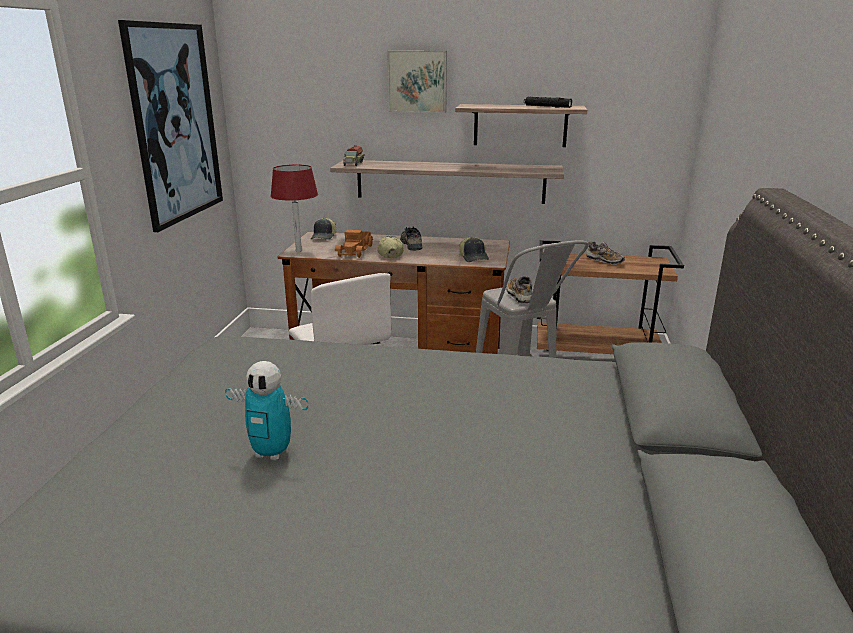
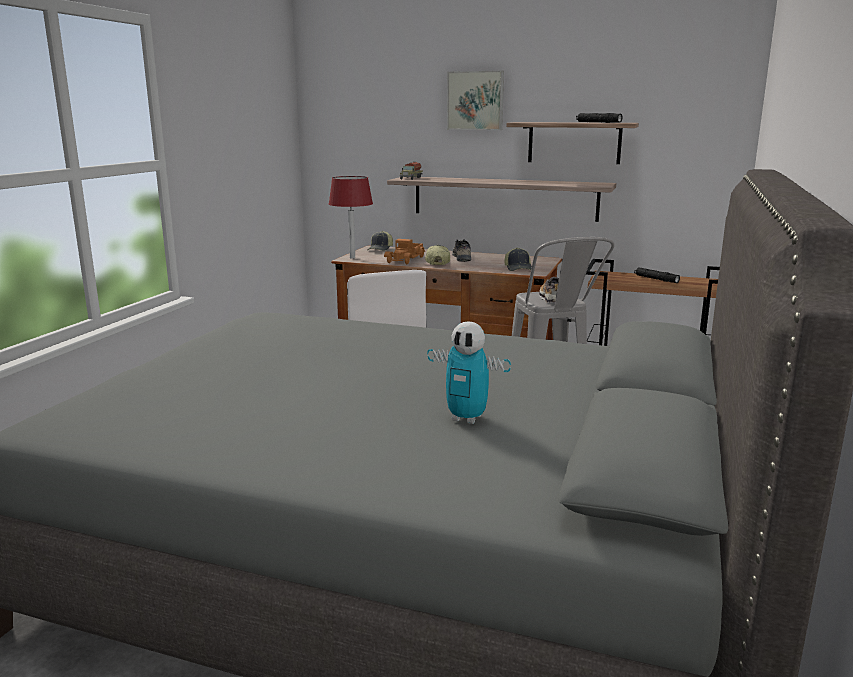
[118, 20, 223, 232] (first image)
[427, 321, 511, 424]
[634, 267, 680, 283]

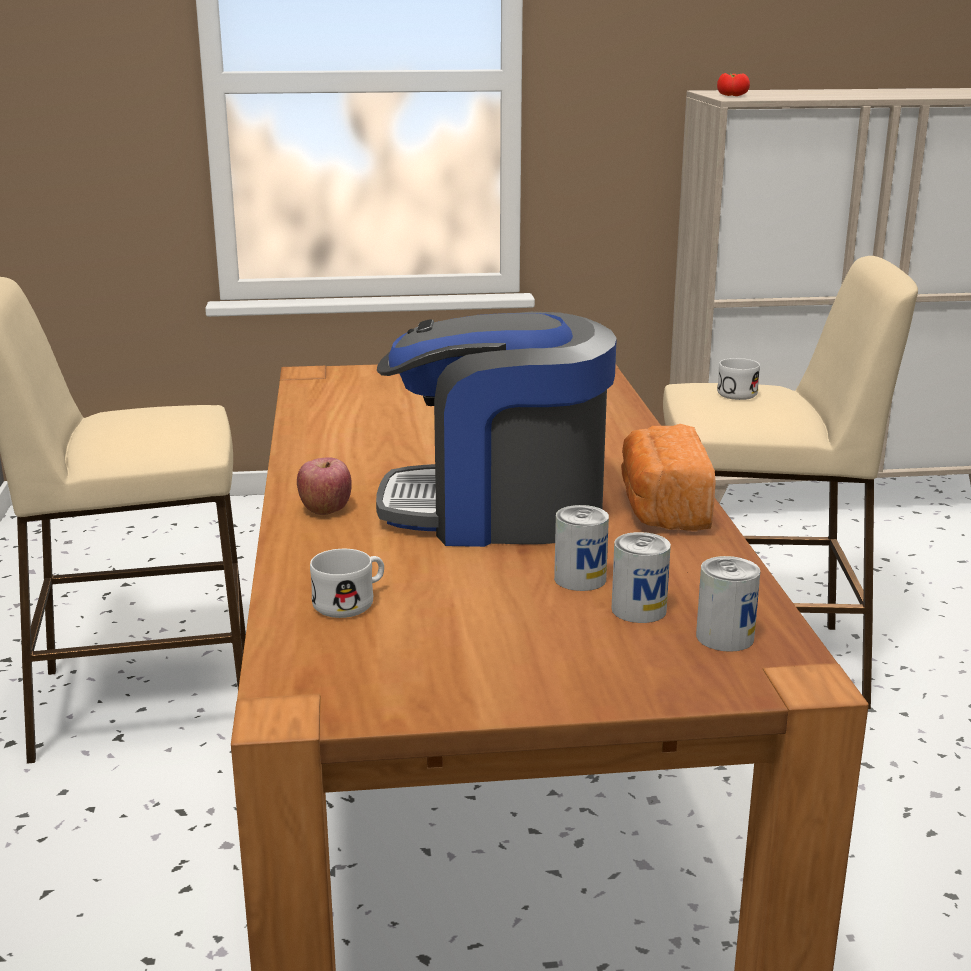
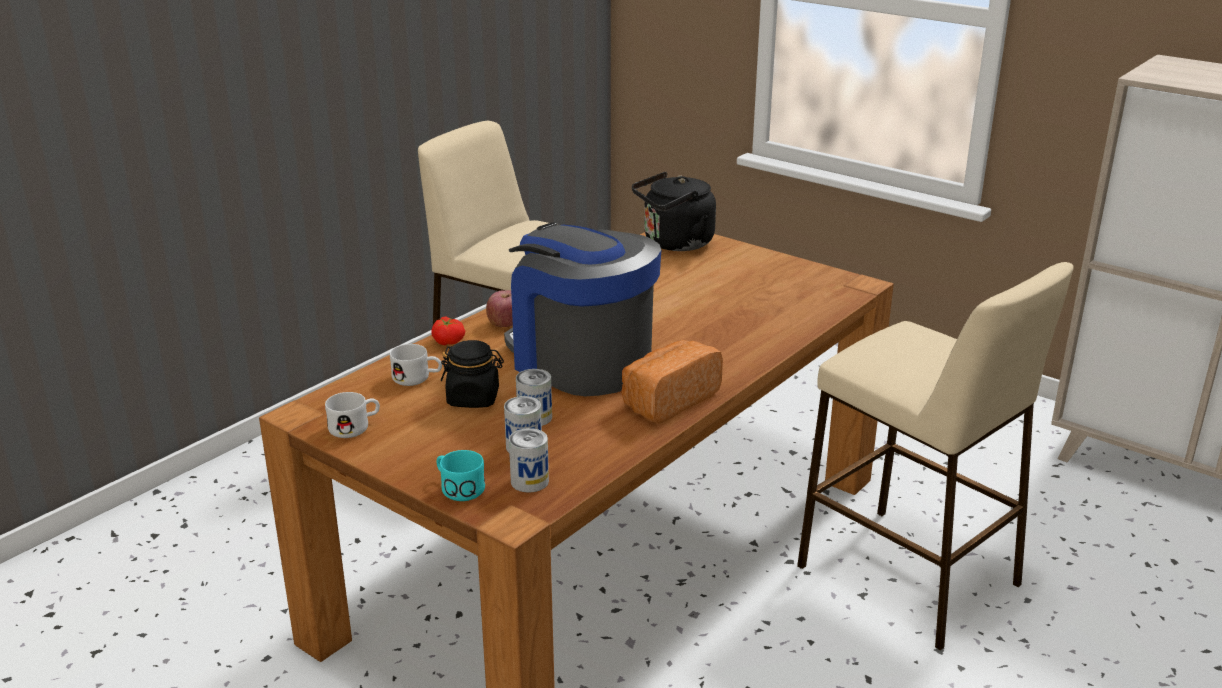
[431, 317, 465, 345]
[325, 392, 380, 438]
[436, 450, 485, 501]
[441, 340, 504, 408]
[632, 172, 716, 251]

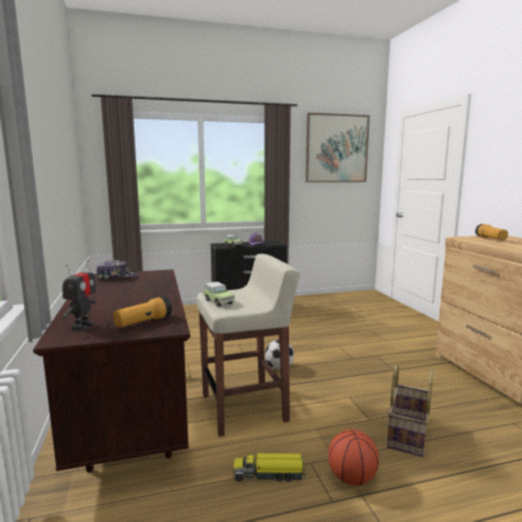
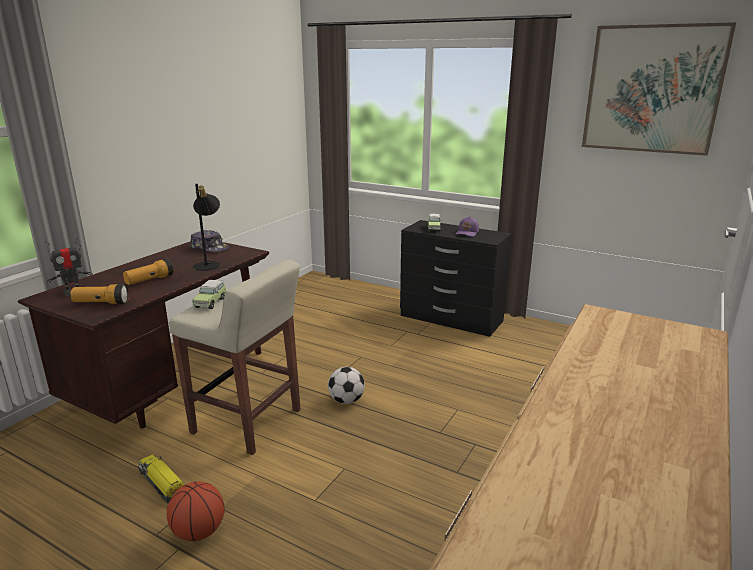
[387, 364, 433, 457] (first image)
[123, 259, 174, 285]
[193, 184, 220, 271]

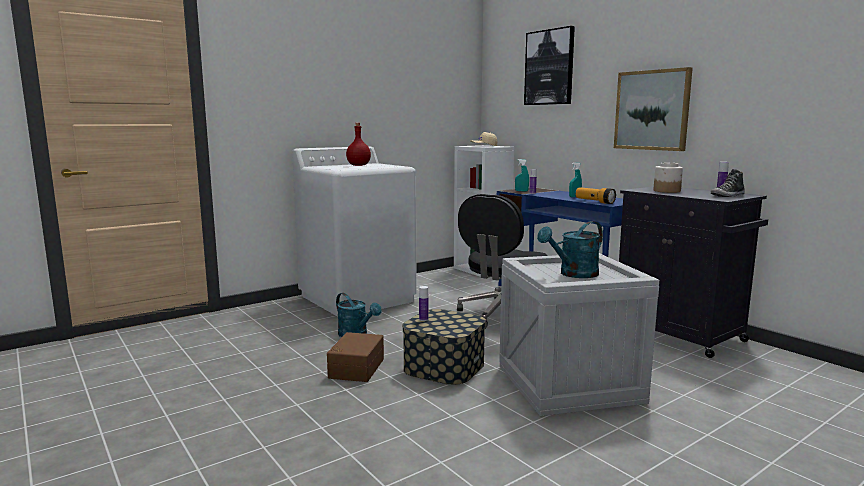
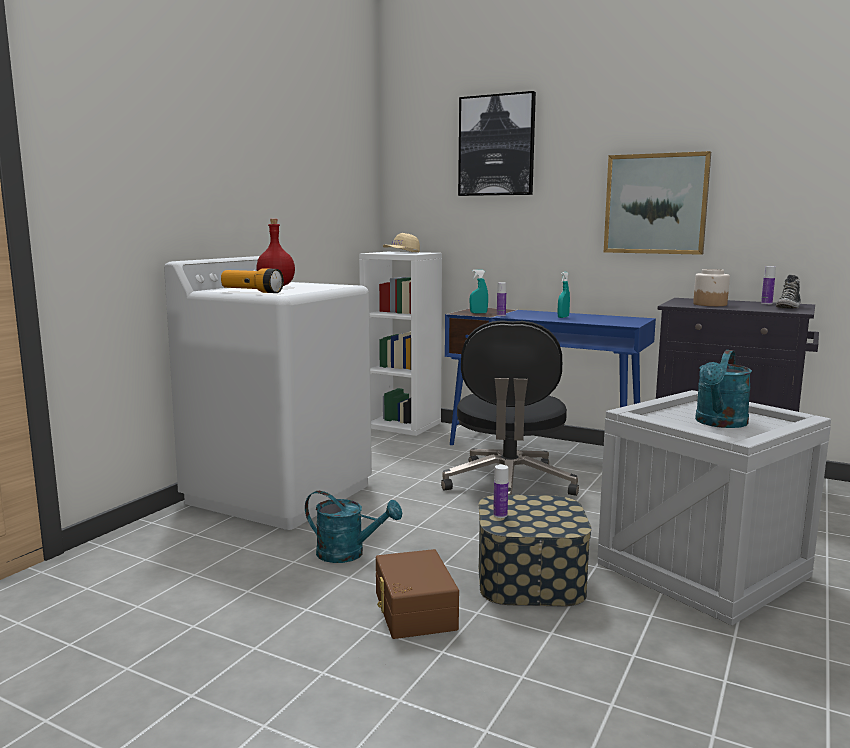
[221, 268, 284, 293]

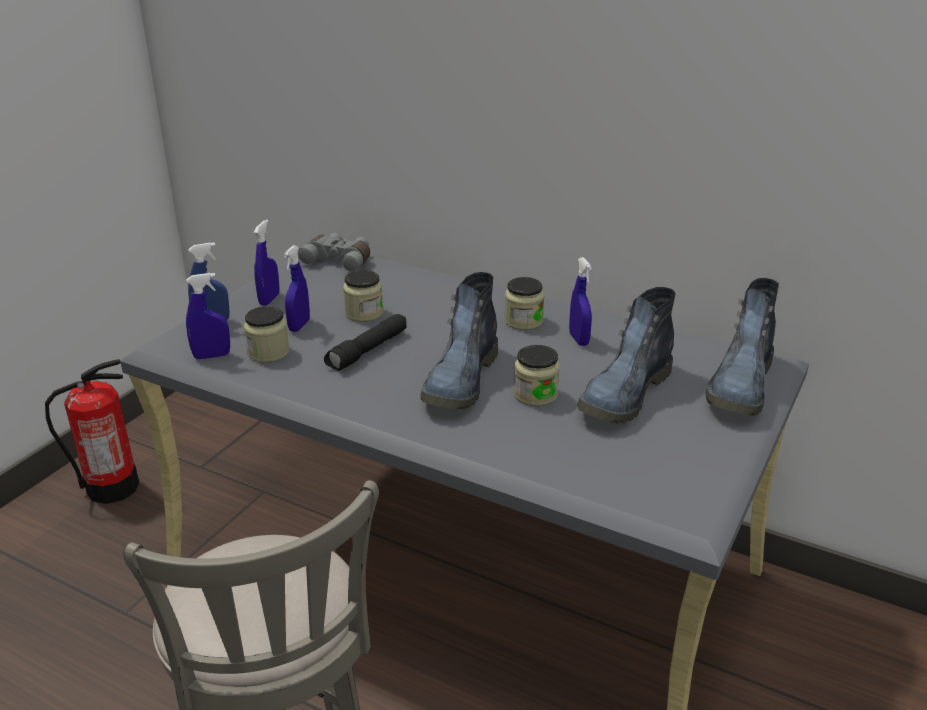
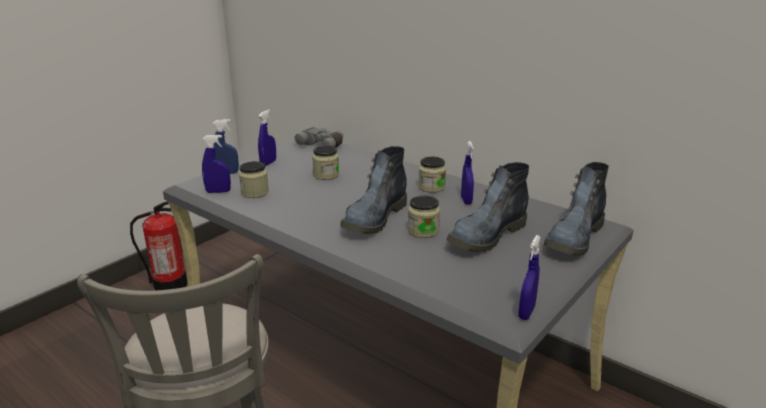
[518, 235, 541, 320]
[324, 314, 407, 371] (first image)

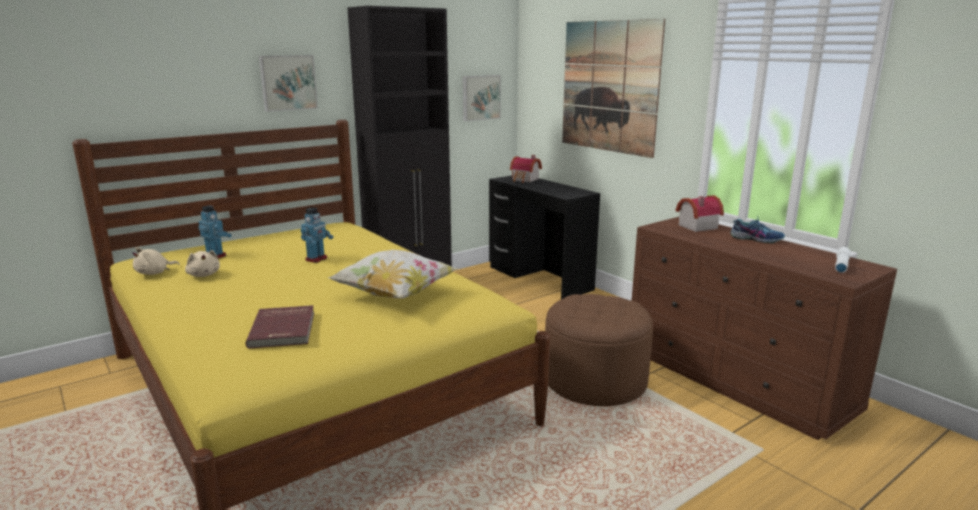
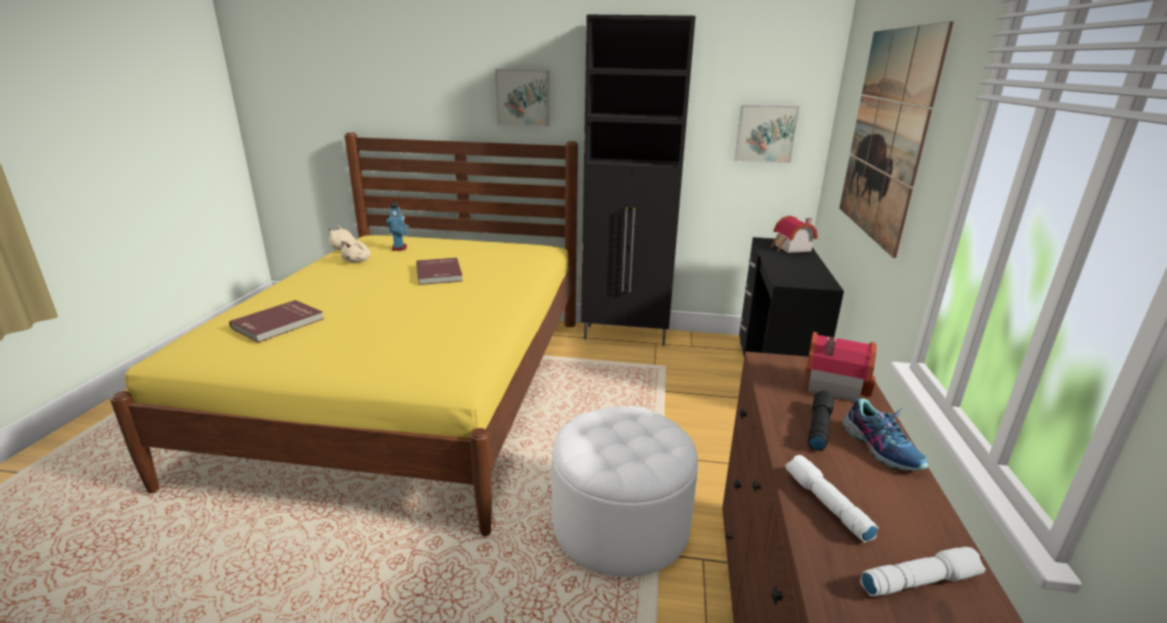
[416, 258, 463, 285]
[328, 250, 458, 299] (first image)
[552, 406, 698, 577]
[785, 455, 878, 542]
[808, 391, 834, 451]

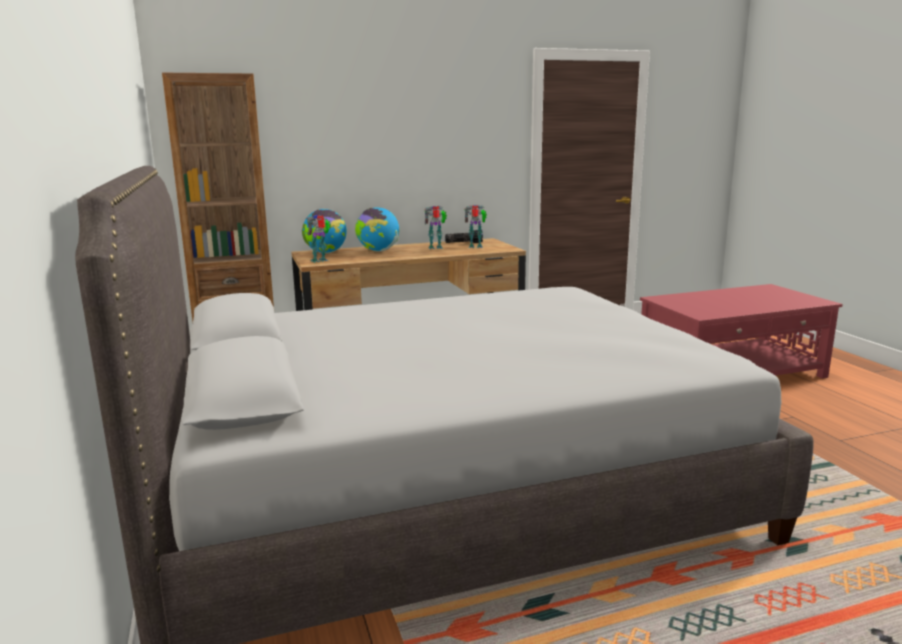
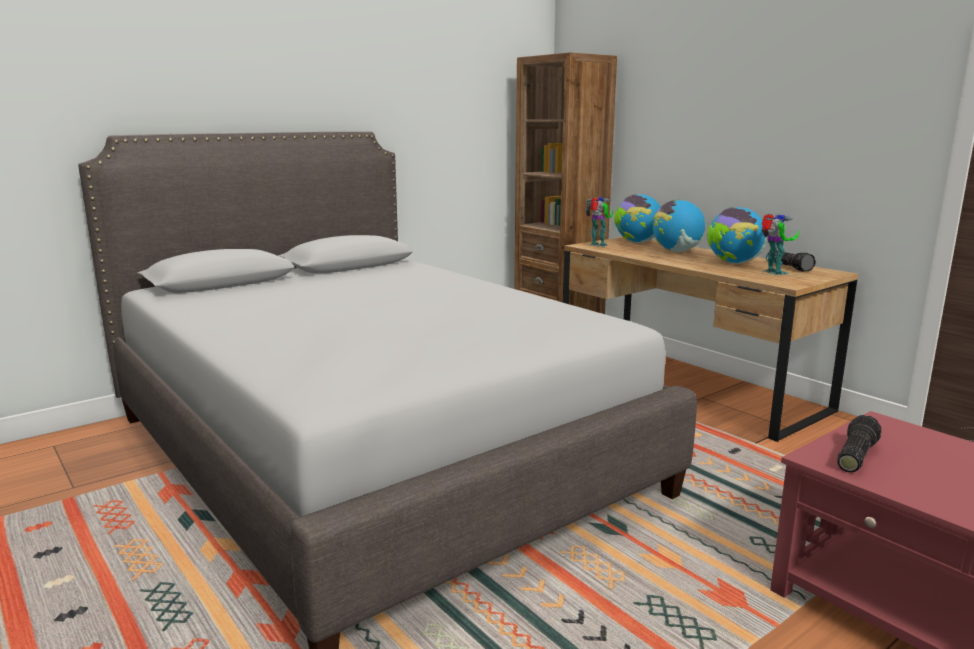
[707, 207, 767, 264]
[837, 415, 881, 473]

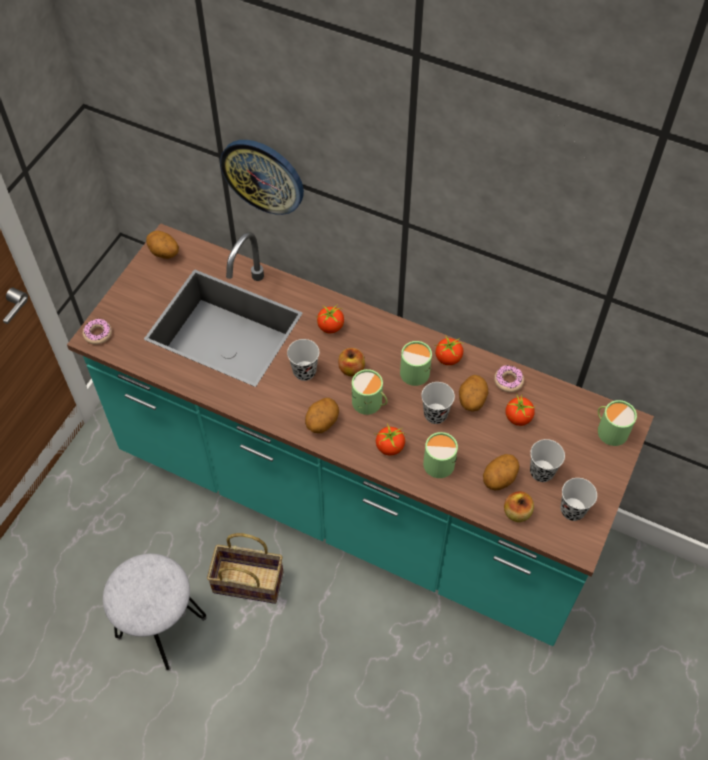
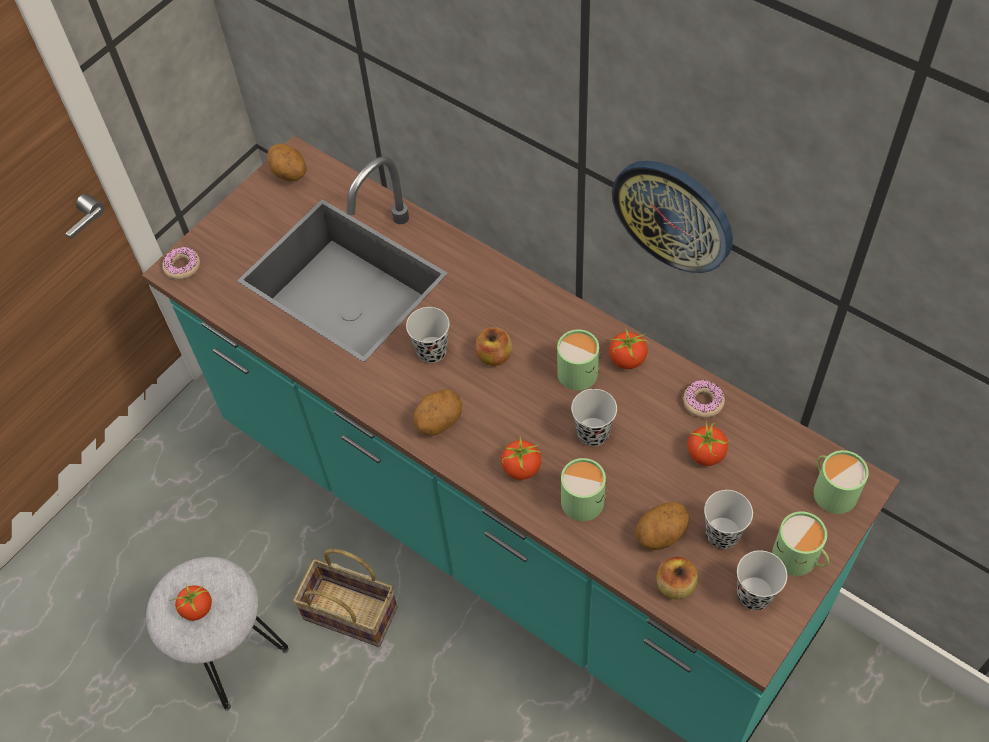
[612, 161, 733, 273]
[169, 583, 212, 621]
[772, 511, 829, 576]
[459, 375, 488, 412] (first image)

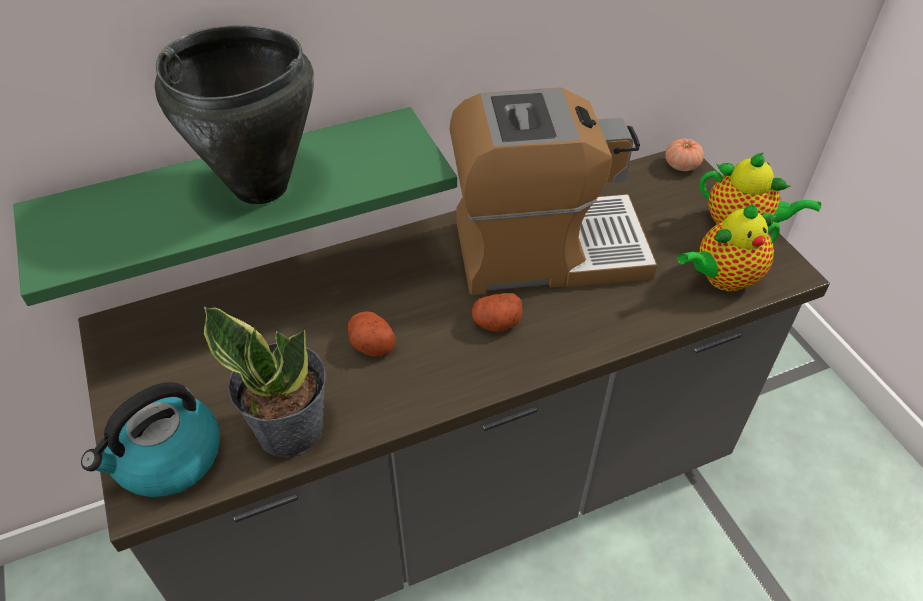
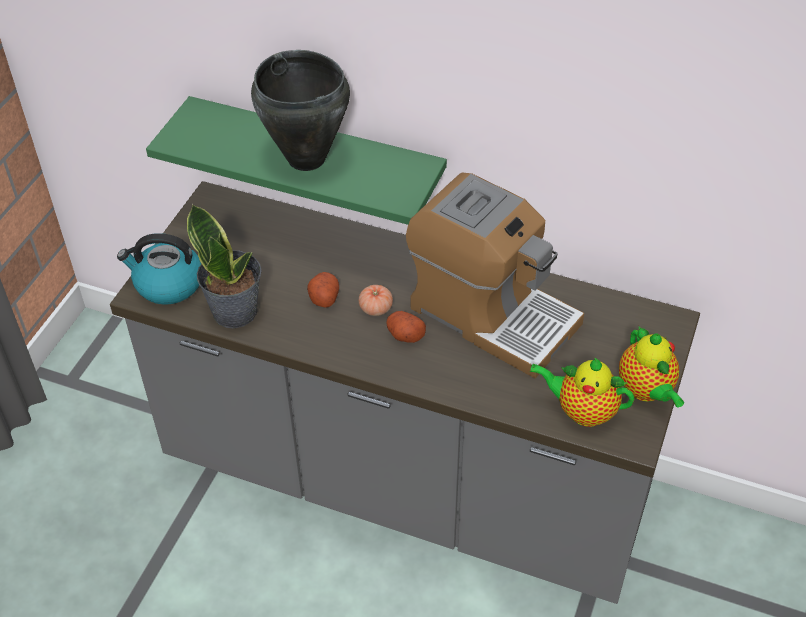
[359, 285, 393, 316]

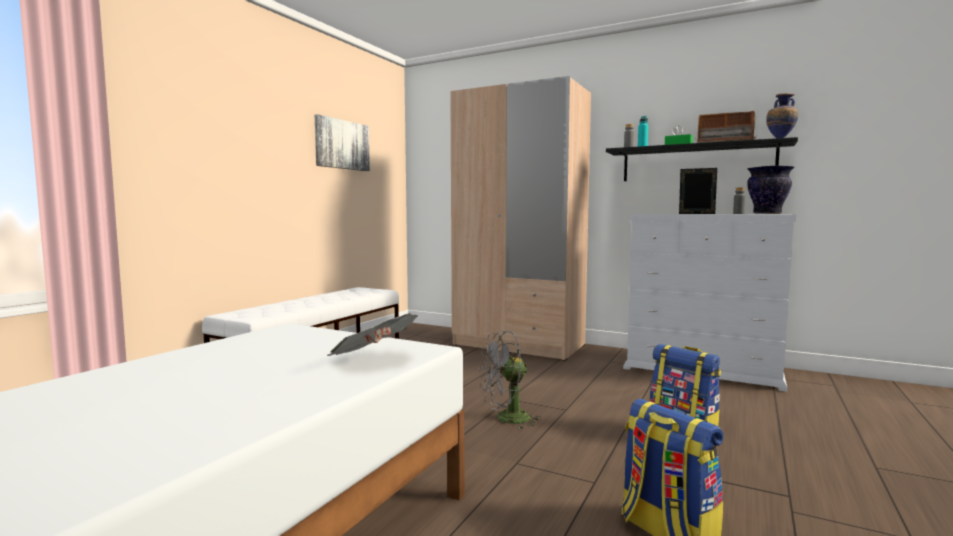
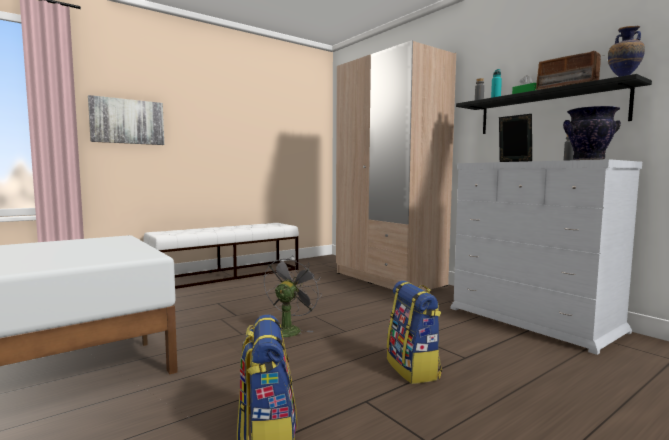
[88, 95, 164, 145]
[327, 313, 418, 356] (first image)
[264, 256, 322, 337]

